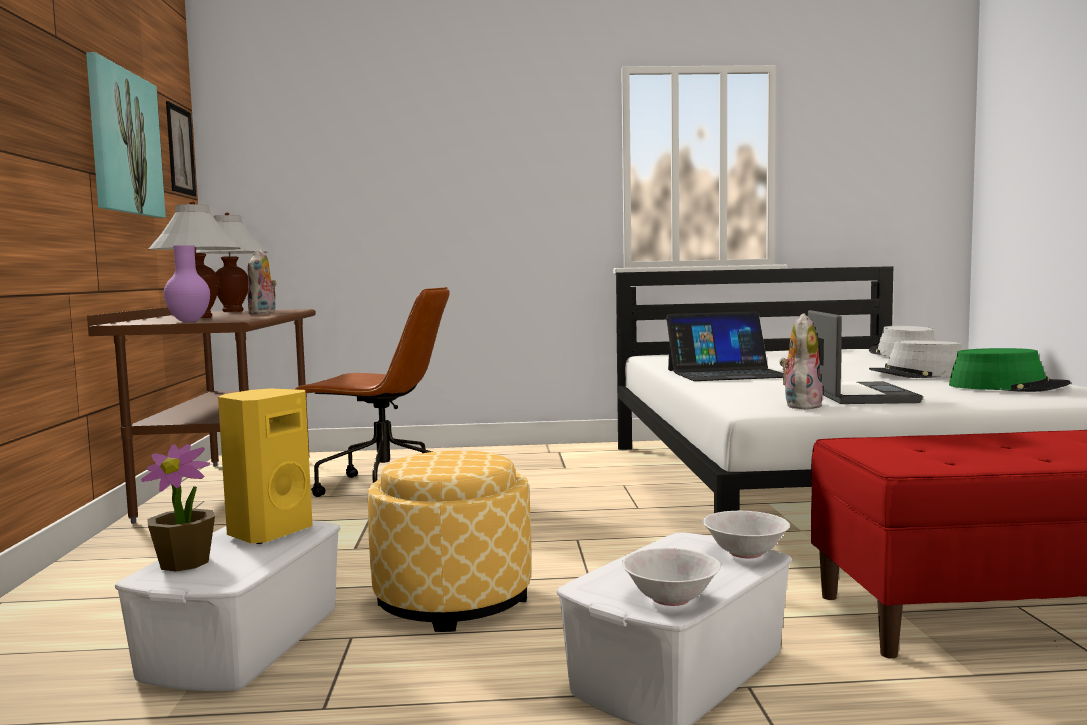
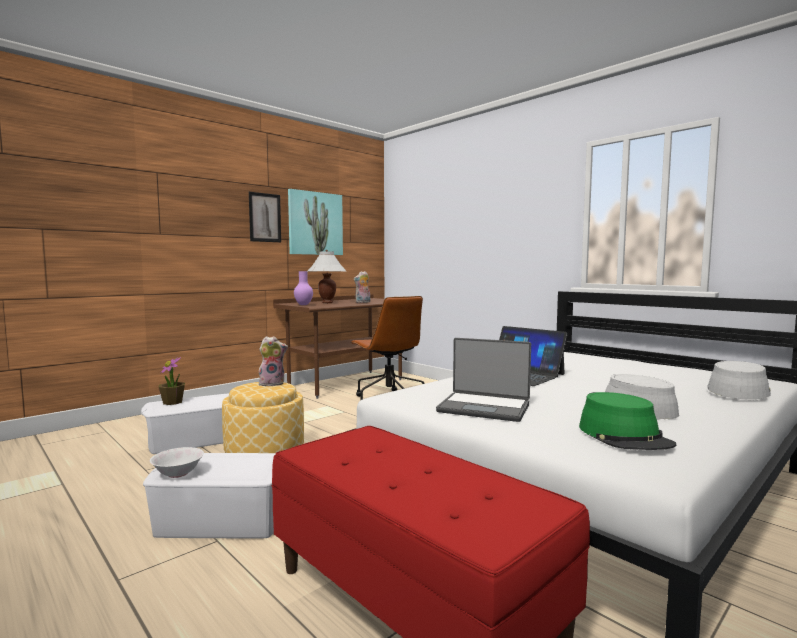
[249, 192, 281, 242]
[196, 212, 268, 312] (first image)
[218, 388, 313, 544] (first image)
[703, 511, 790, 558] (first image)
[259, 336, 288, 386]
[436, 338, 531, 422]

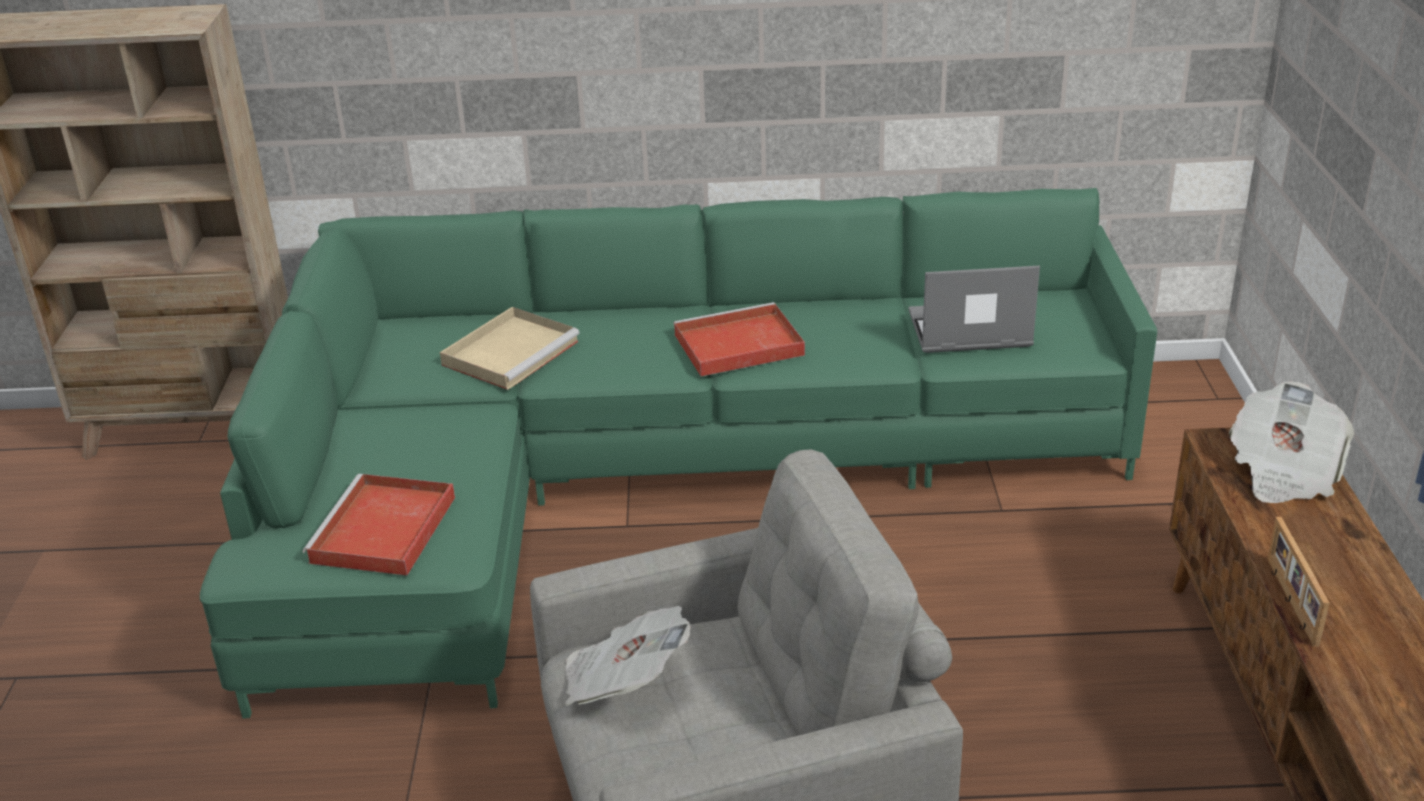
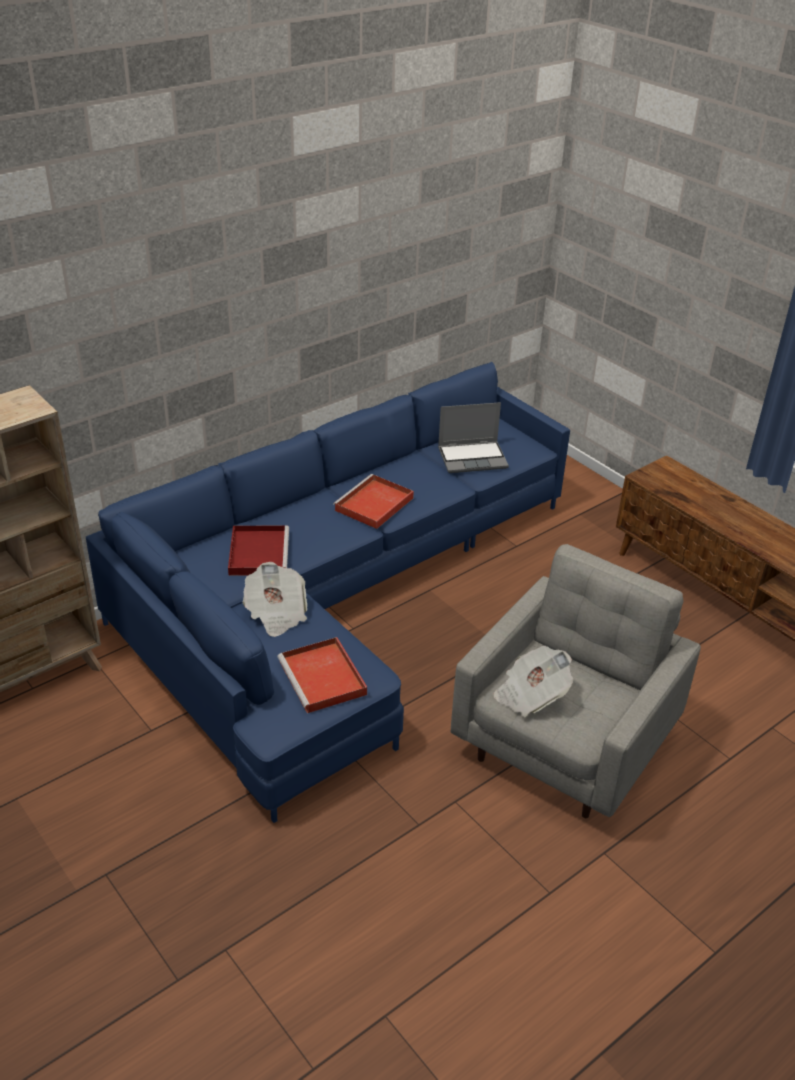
[86, 362, 570, 823]
[228, 525, 289, 576]
[438, 402, 509, 473]
[243, 562, 307, 637]
[1267, 517, 1330, 647] (first image)

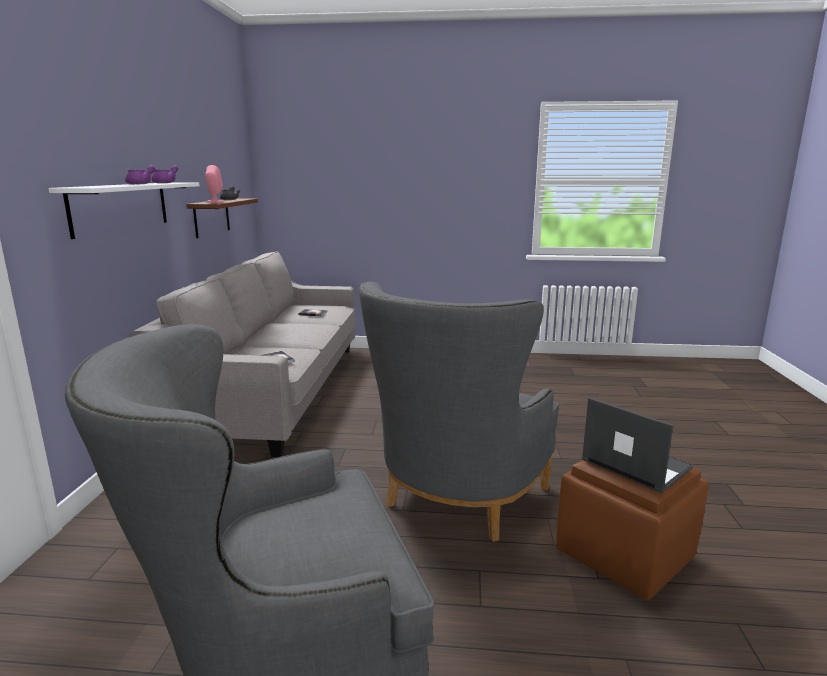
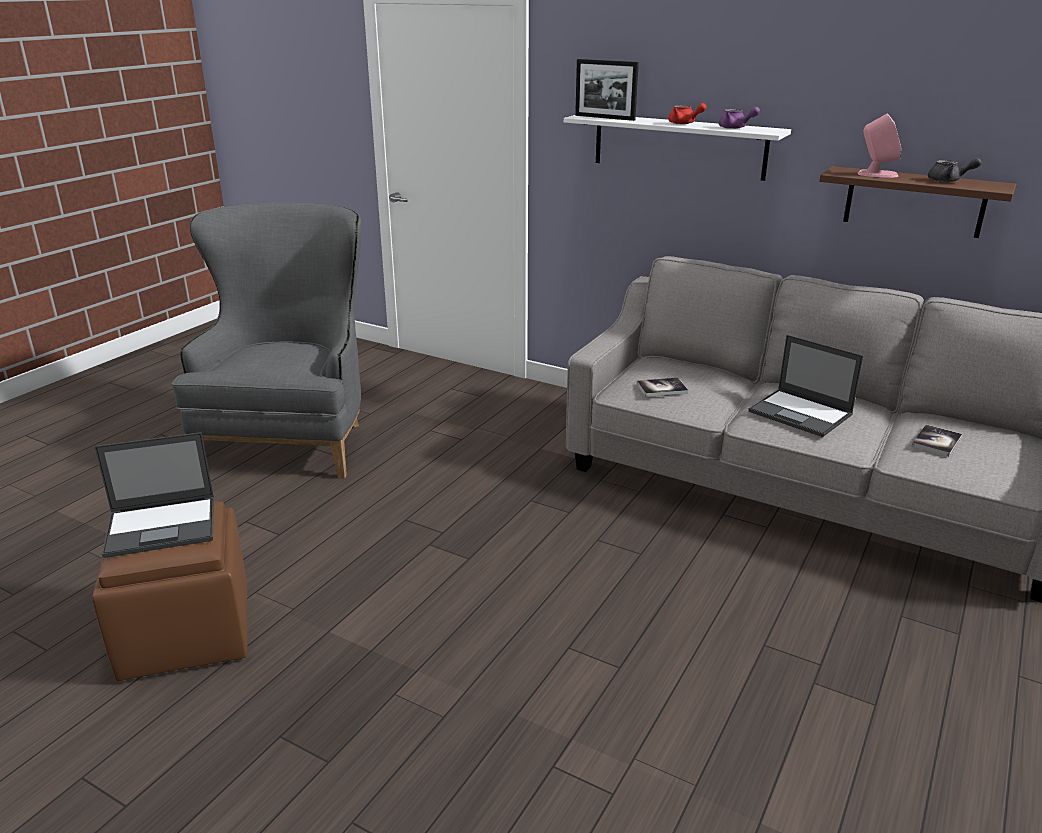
[668, 103, 707, 124]
[359, 282, 559, 542] (first image)
[575, 59, 639, 121]
[748, 335, 863, 437]

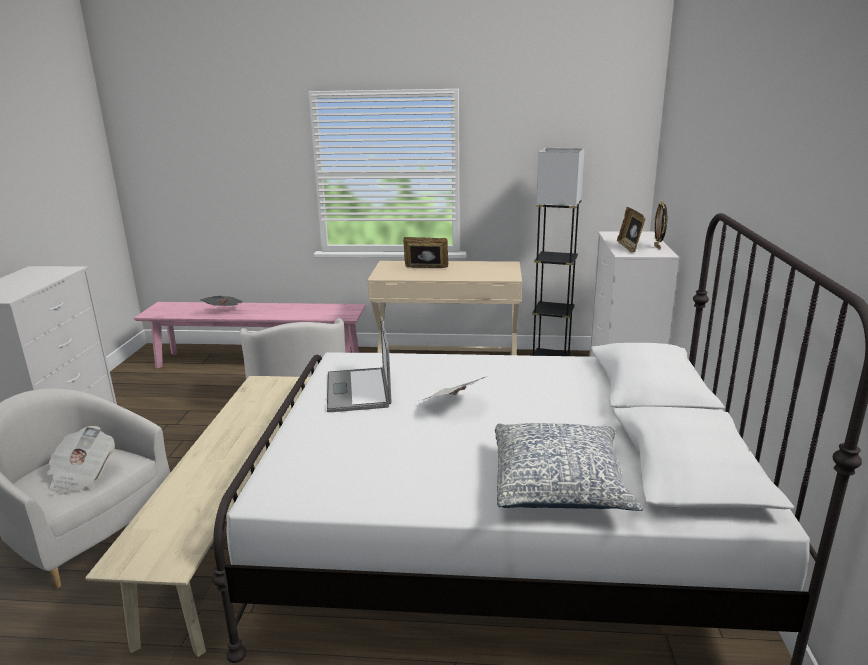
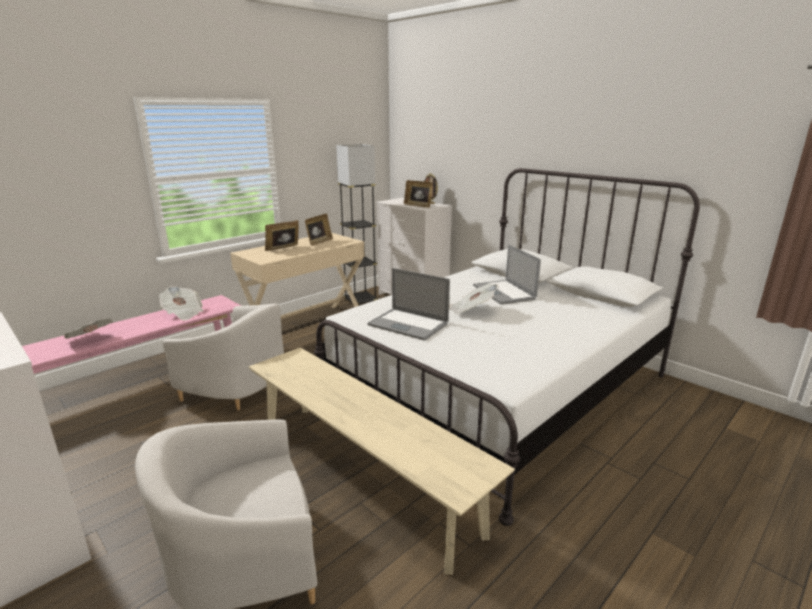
[159, 286, 204, 321]
[495, 423, 643, 511] (first image)
[305, 214, 333, 246]
[473, 245, 541, 305]

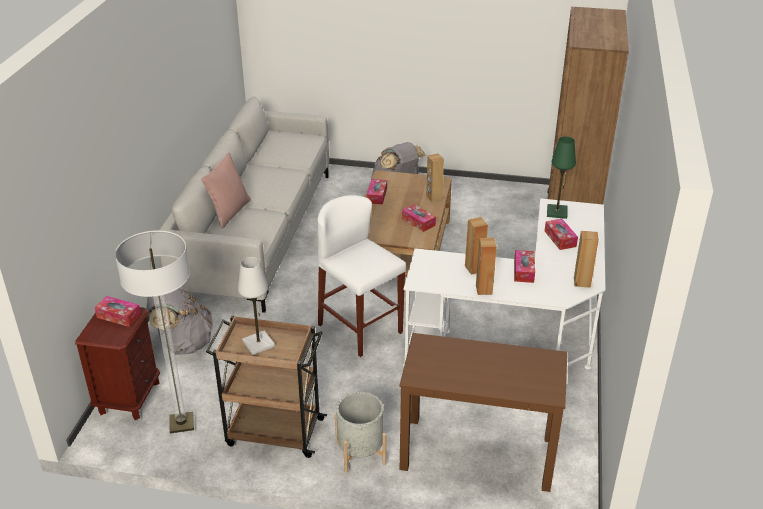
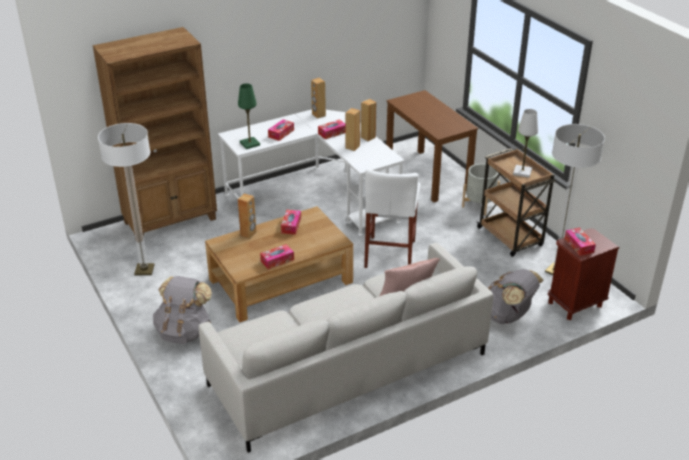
[98, 123, 155, 275]

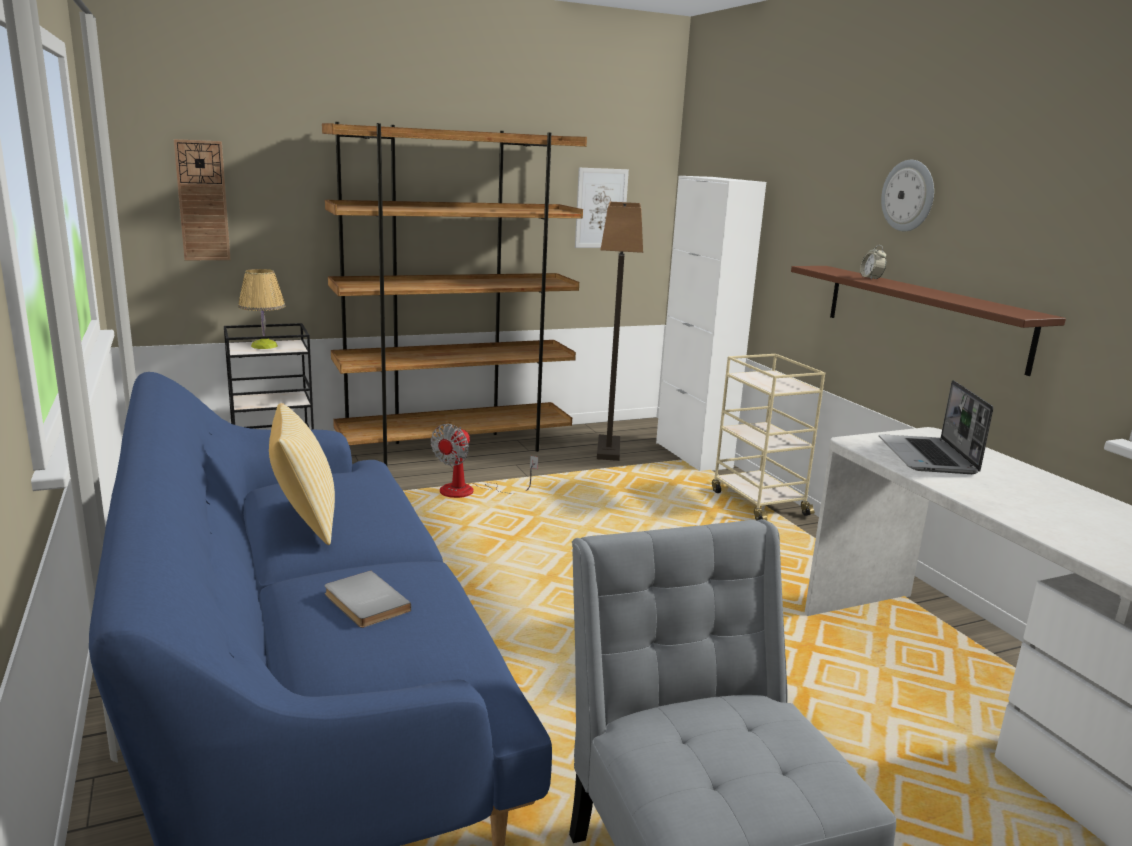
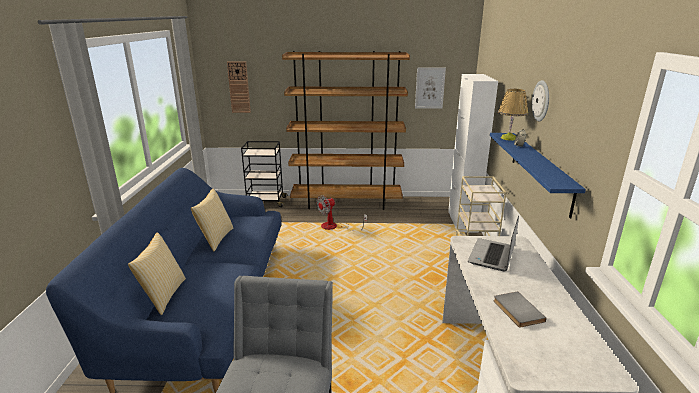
[498, 89, 528, 141]
[494, 291, 547, 327]
[597, 202, 643, 461] (first image)
[490, 133, 586, 219]
[128, 232, 186, 315]

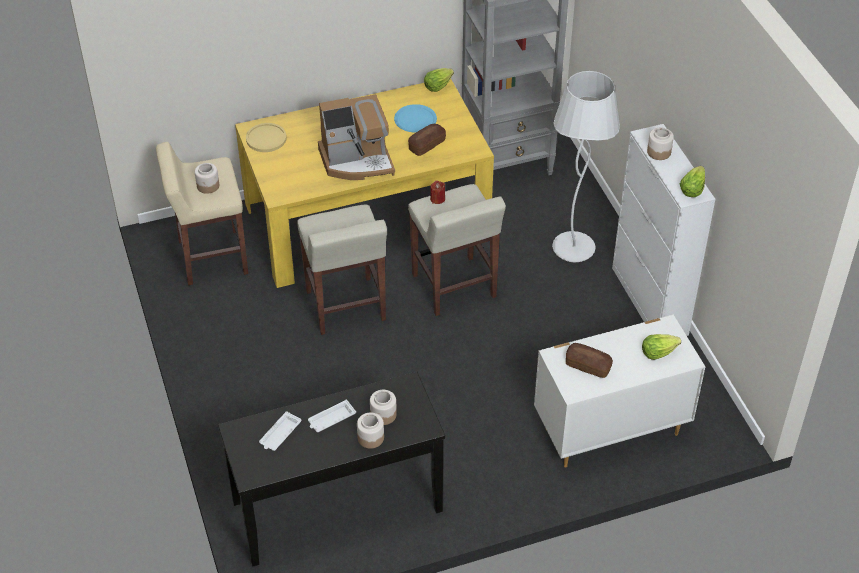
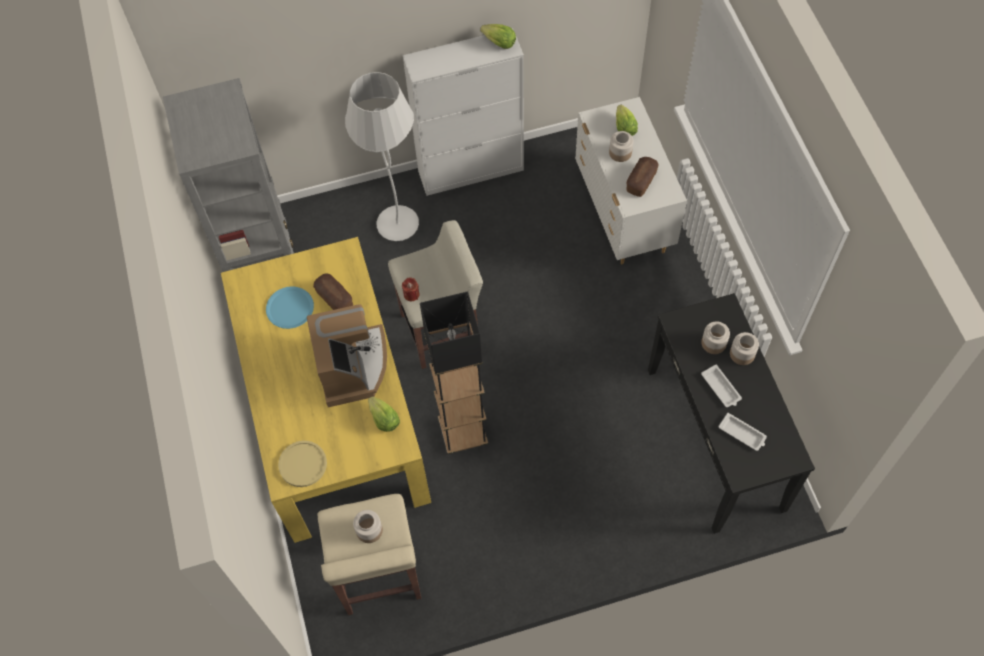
[420, 291, 488, 454]
[368, 396, 400, 432]
[609, 131, 633, 162]

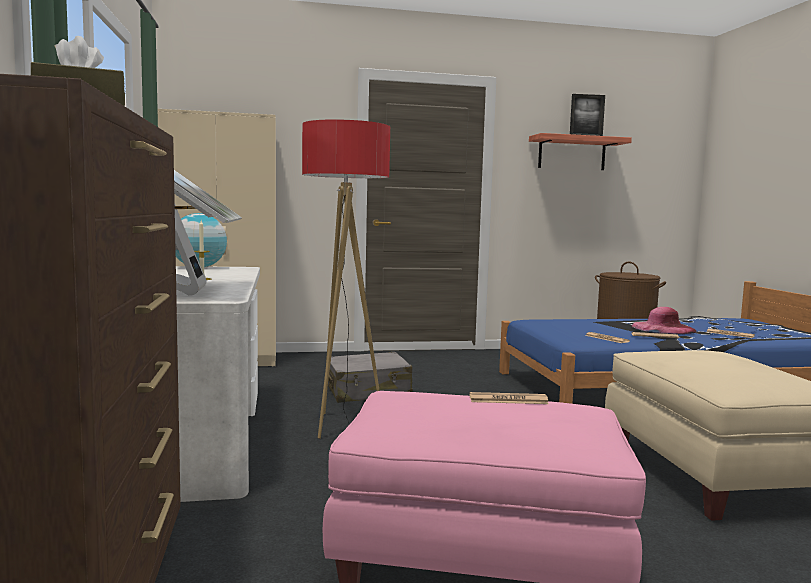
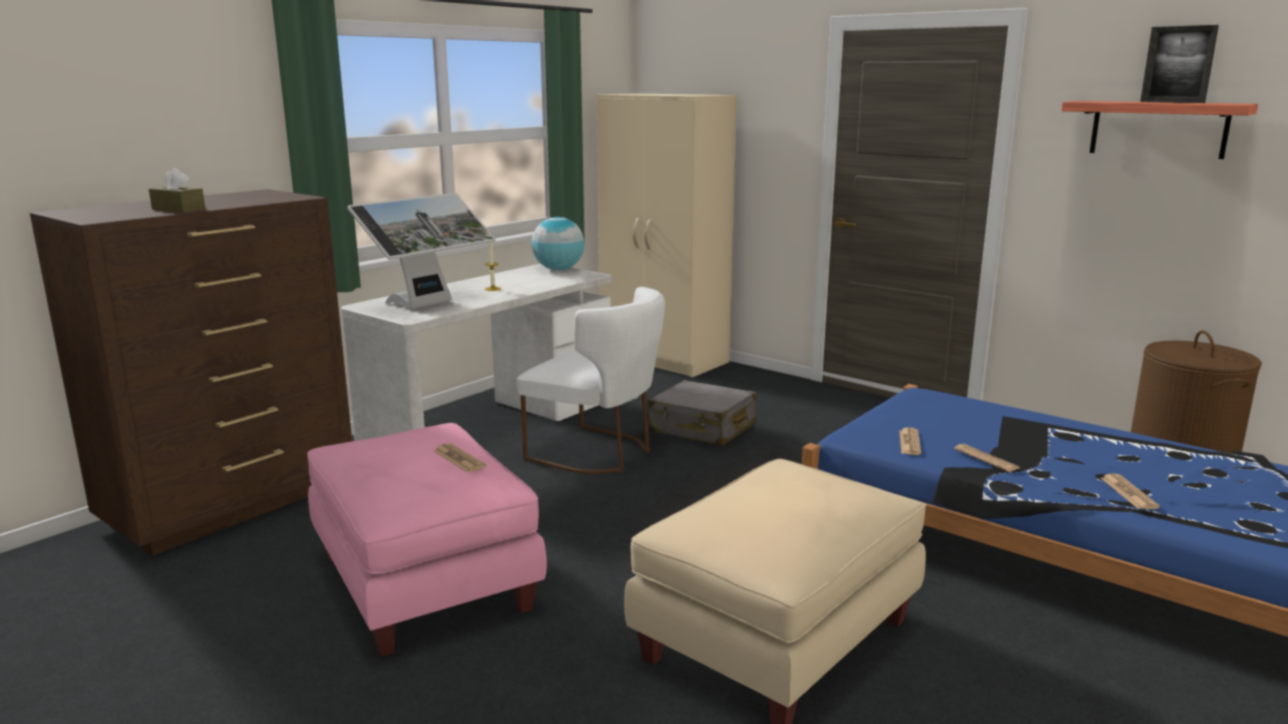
[517, 287, 665, 474]
[632, 307, 697, 334] (first image)

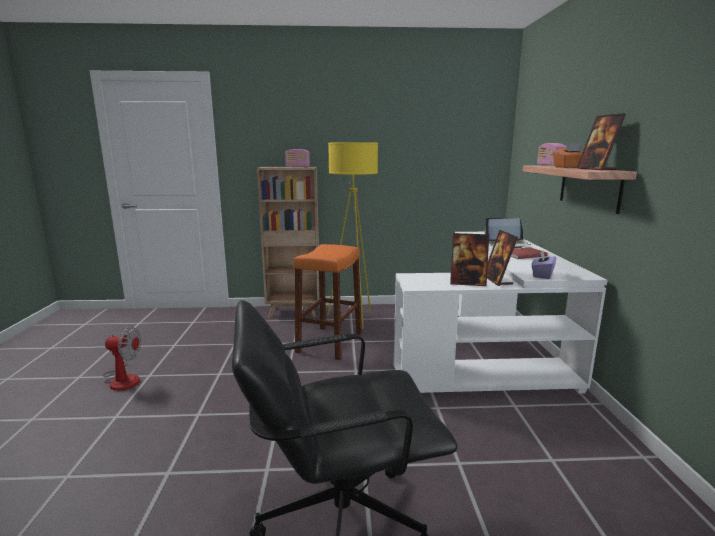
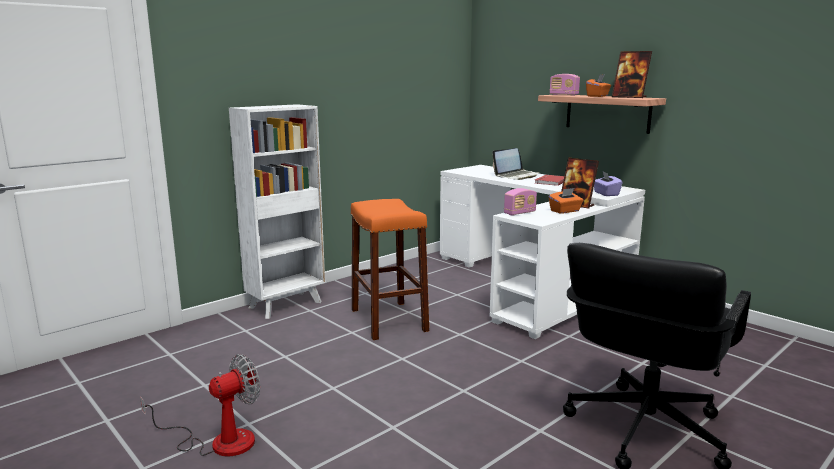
[229, 104, 325, 319]
[504, 188, 537, 215]
[327, 142, 378, 329] (first image)
[549, 188, 584, 214]

